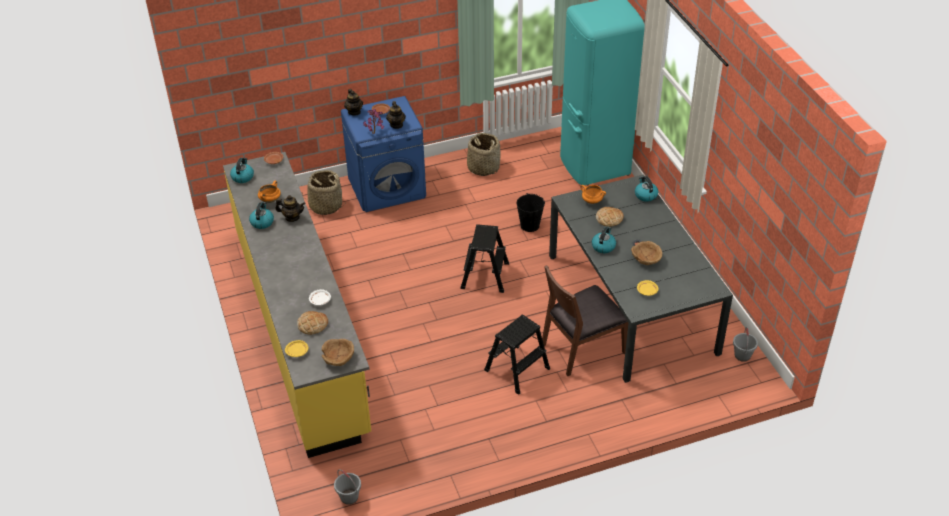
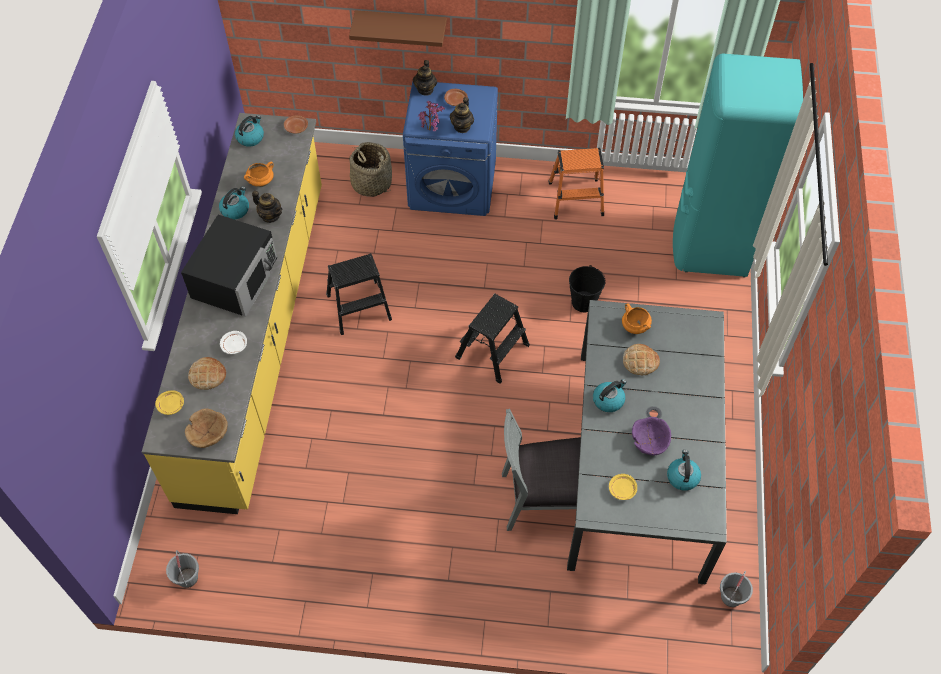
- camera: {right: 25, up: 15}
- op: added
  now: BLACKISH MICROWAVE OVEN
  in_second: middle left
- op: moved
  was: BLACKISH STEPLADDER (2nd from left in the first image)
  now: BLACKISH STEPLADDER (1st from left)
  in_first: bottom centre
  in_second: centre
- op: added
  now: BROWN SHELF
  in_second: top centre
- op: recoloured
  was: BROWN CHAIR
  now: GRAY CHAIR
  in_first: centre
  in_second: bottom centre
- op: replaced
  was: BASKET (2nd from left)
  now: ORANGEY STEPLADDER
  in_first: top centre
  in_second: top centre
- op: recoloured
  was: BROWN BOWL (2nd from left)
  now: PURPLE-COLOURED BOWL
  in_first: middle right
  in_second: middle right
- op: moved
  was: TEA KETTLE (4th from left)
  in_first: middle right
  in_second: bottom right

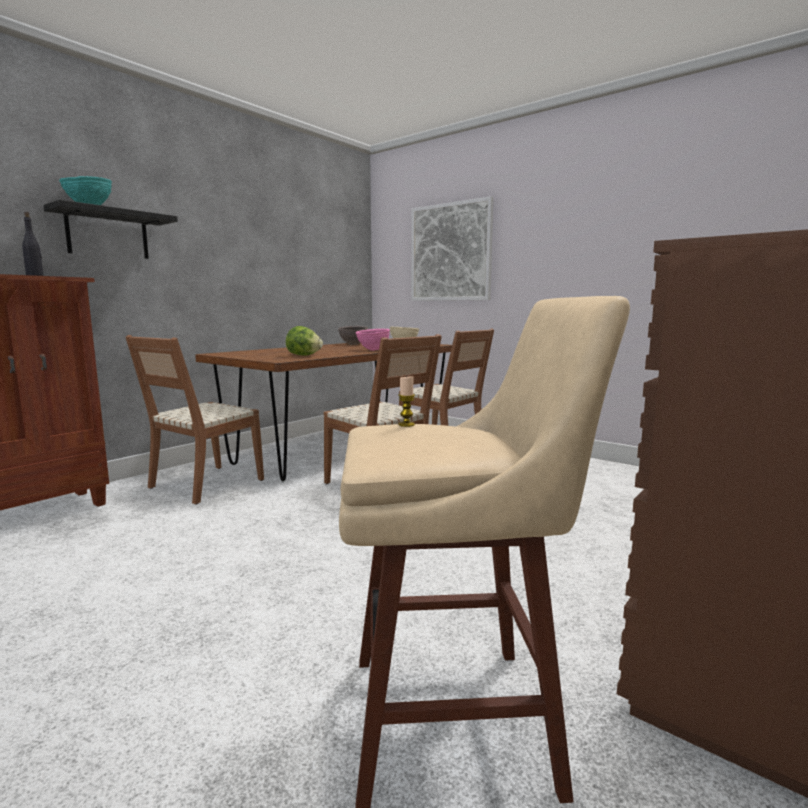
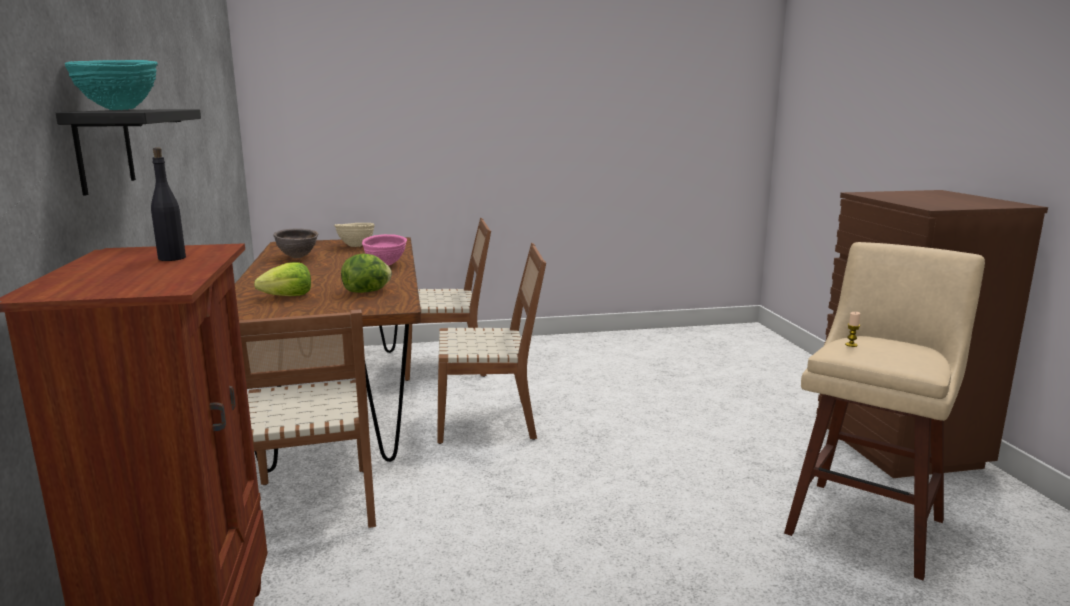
- camera: {right: -50, up: 5}
- op: added
  now: LETTUCE HEAD (1st from left)
  in_second: middle left
- op: removed
  was: PICTURE
  in_first: top centre

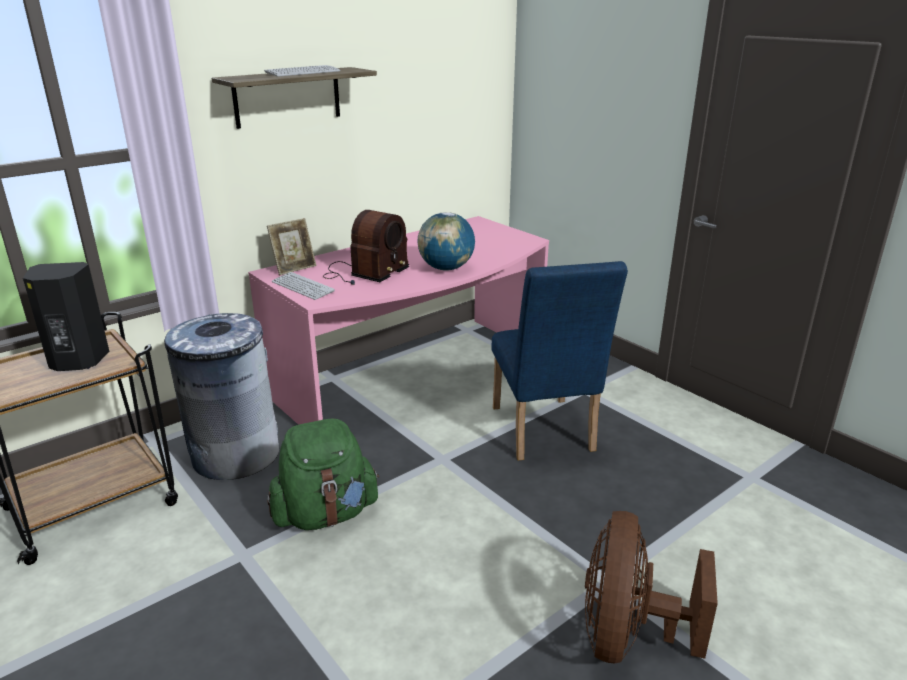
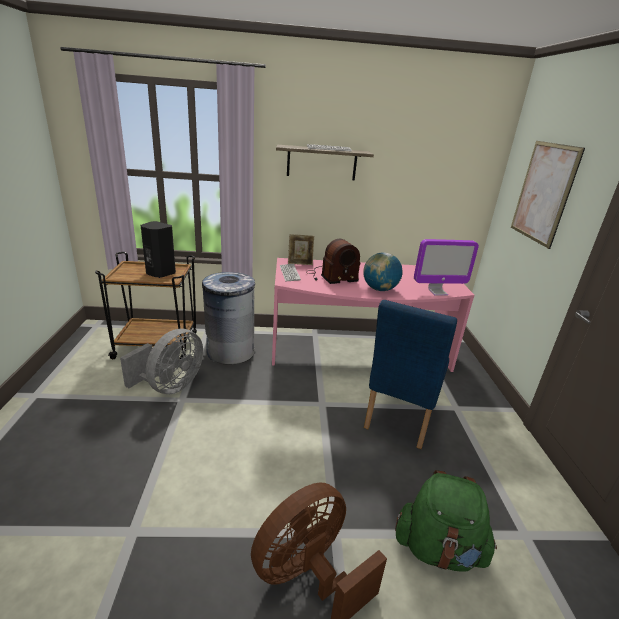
- camera: {right: 35, up: 0}
- op: added
  now: GRAY COOLING FAN
  in_second: middle left
- op: moved
  was: GREEN BACKPACK
  in_first: bottom centre
  in_second: bottom right
- op: added
  now: COMPUTER DISPLAY
  in_second: middle right
- op: added
  now: PICTURE
  in_second: top right

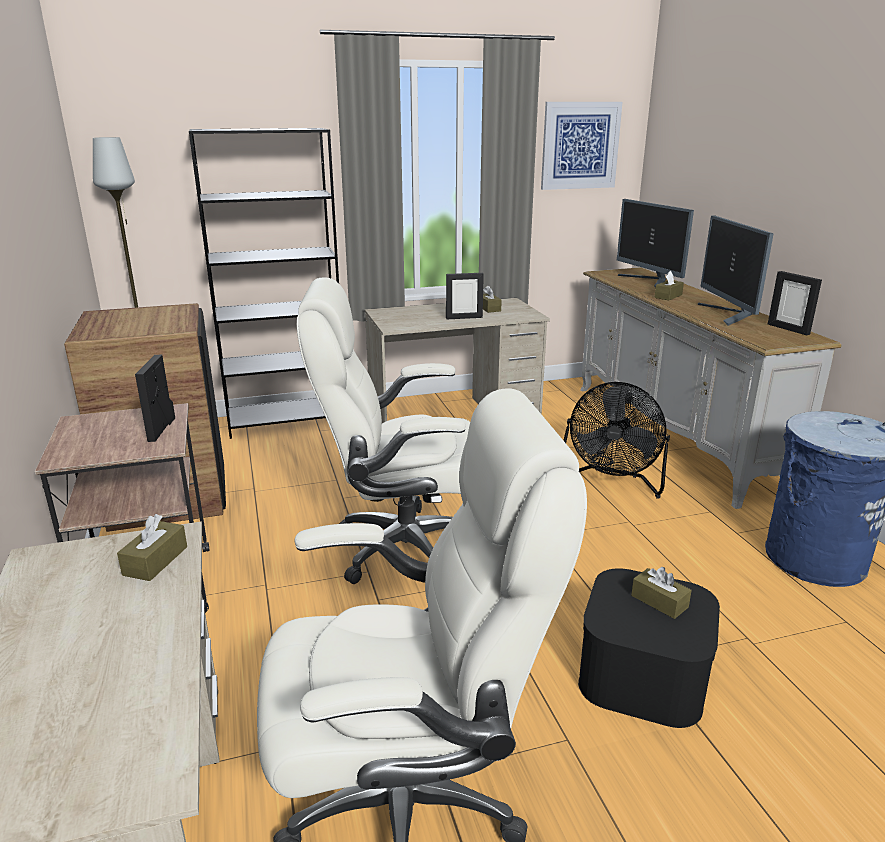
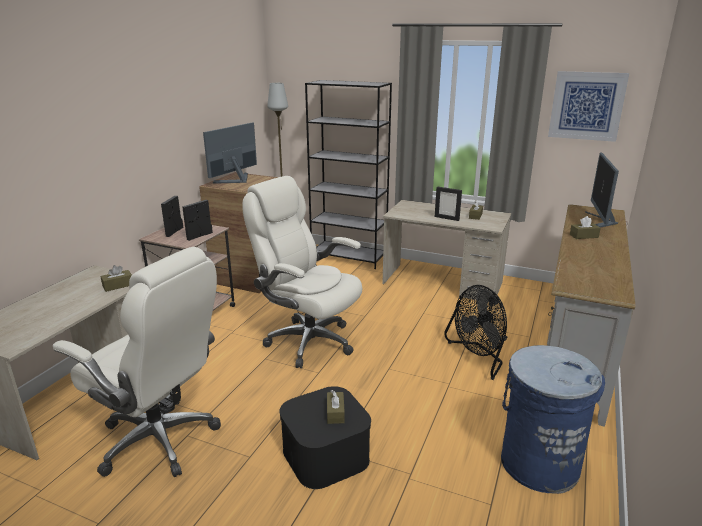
- camera: {right: 40, up: 0}
- op: moved
  was: PICTURE FRAME (3rd from left in the first image)
  now: PICTURE FRAME (1st from left)
  in_first: middle right
  in_second: middle left
- op: moved
  was: COMPUTER DISPLAY (2nd from left in the first image)
  now: COMPUTER DISPLAY (1st from left)
  in_first: top right
  in_second: top left

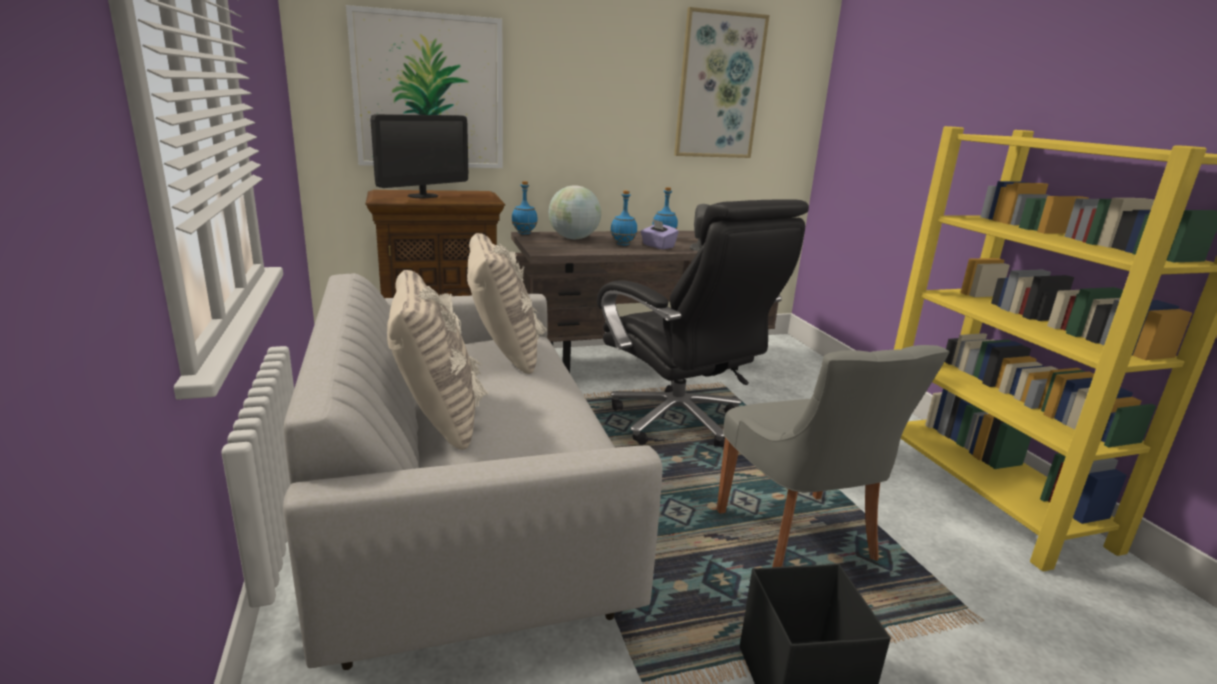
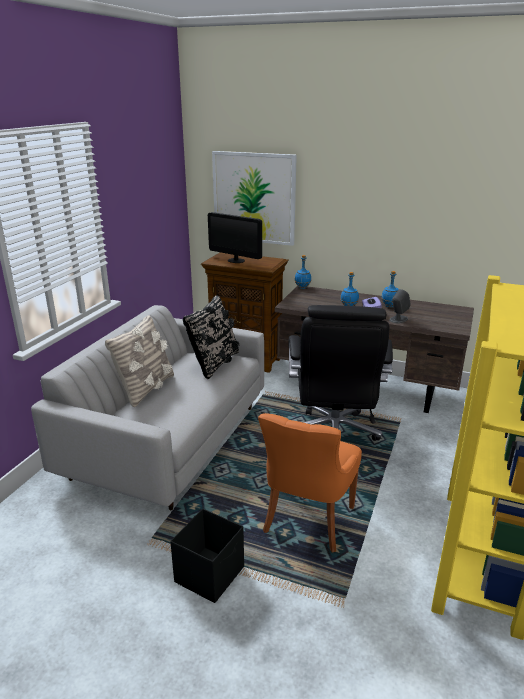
- camera: {right: 40, up: 5}
- op: recoloured
  was: BEIGE-COLOURED CUSHION (2nd from left)
  now: BLACKISH CUSHION
  in_first: centre
  in_second: centre
- op: turned
  was: COMPUTER DISPLAY
  in_first: top centre
  in_second: centre
  clockwise: 45
- op: recoloured
  was: GRAY CHAIR
  now: ORANGEY CHAIR
  in_first: bottom right
  in_second: bottom centre
- op: removed
  was: GLOBE
  in_first: top centre
- op: removed
  was: PICTURE (2nd from left)
  in_first: top centre

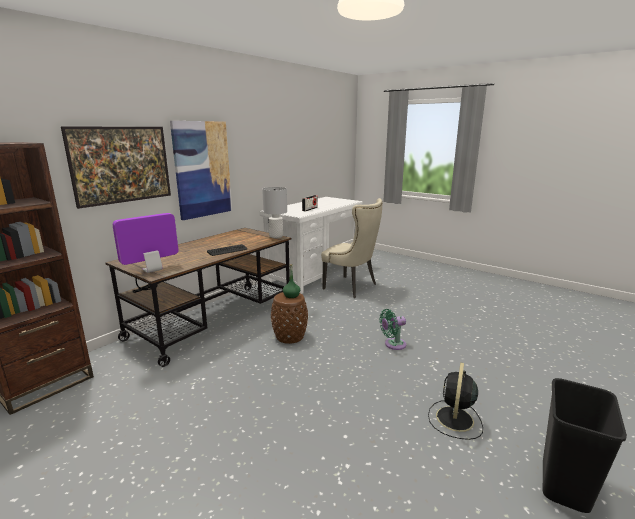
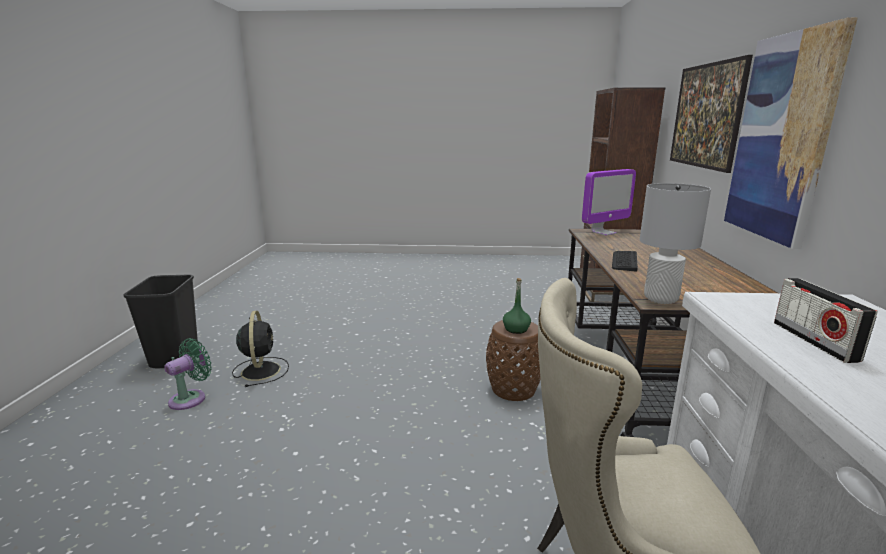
- camera: {right: 145, up: 0}
- op: moved
  was: GREEN COOLING FAN
  in_first: centre
  in_second: bottom left
- op: turned
  was: COMPUTER DISPLAY
  in_first: middle left
  in_second: middle right
  clockwise: 45

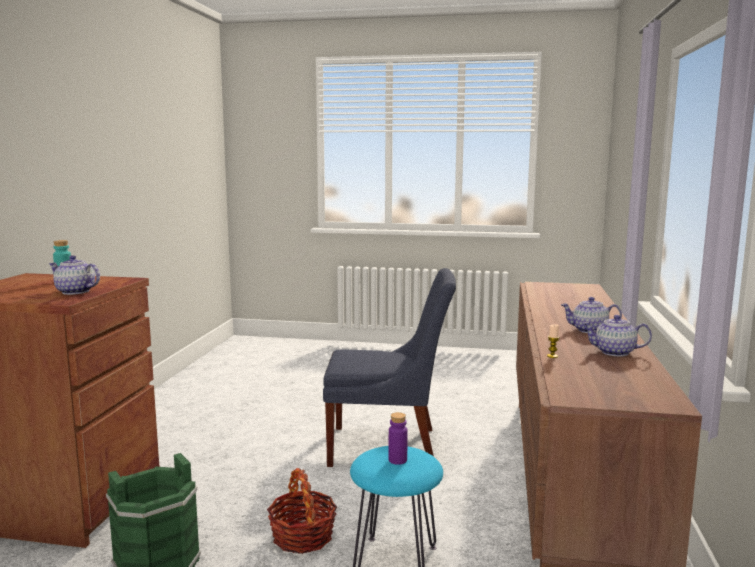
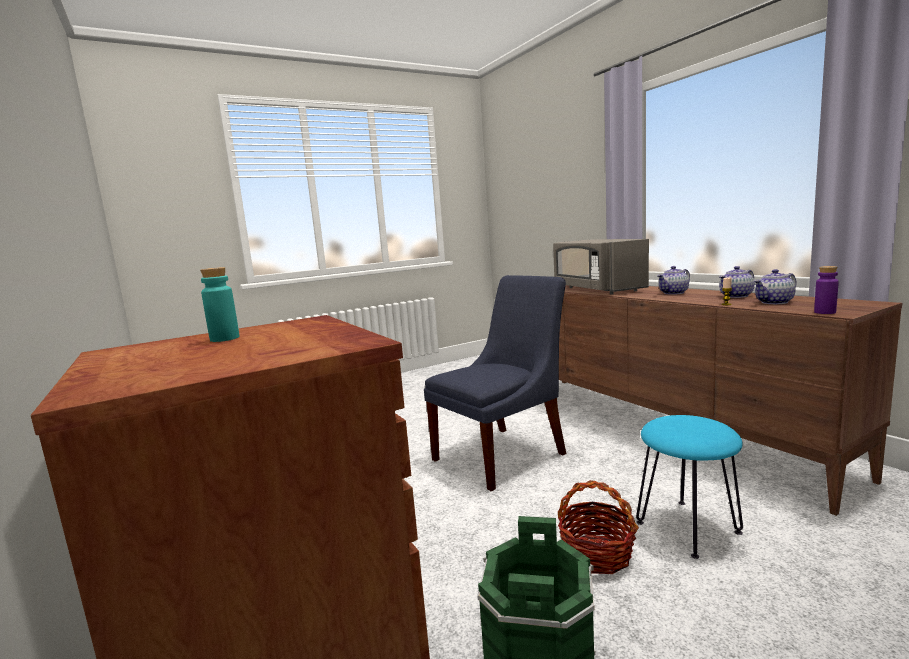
- camera: {right: -40, up: 0}
- op: added
  now: GRAY MICROWAVE OVEN
  in_second: centre
- op: moved
  was: TEAPOT (1st from left in the first image)
  now: TEAPOT (3rd from left)
  in_first: middle left
  in_second: middle right
- op: moved
  was: PURPLE-COLOURED BOTTLE
  in_first: bottom centre
  in_second: middle right

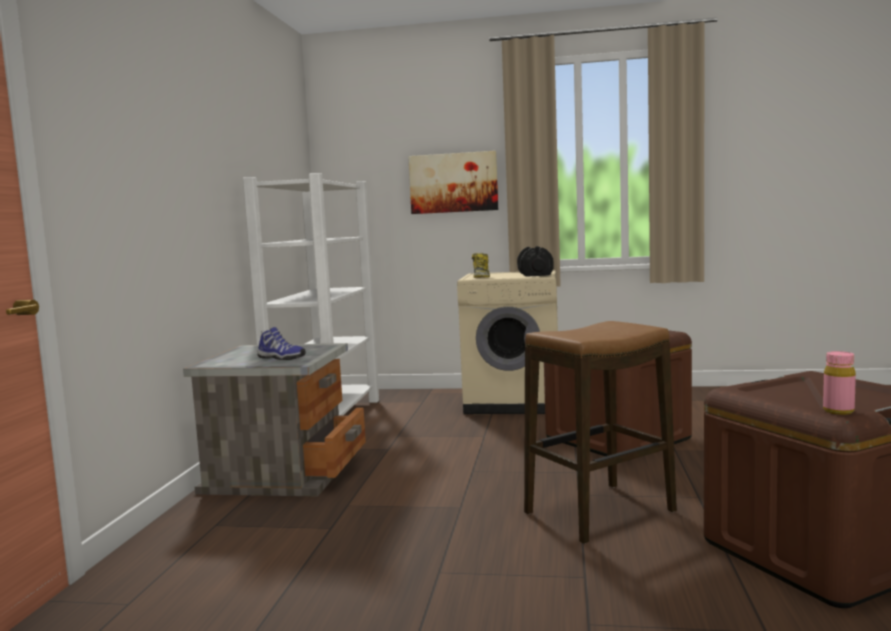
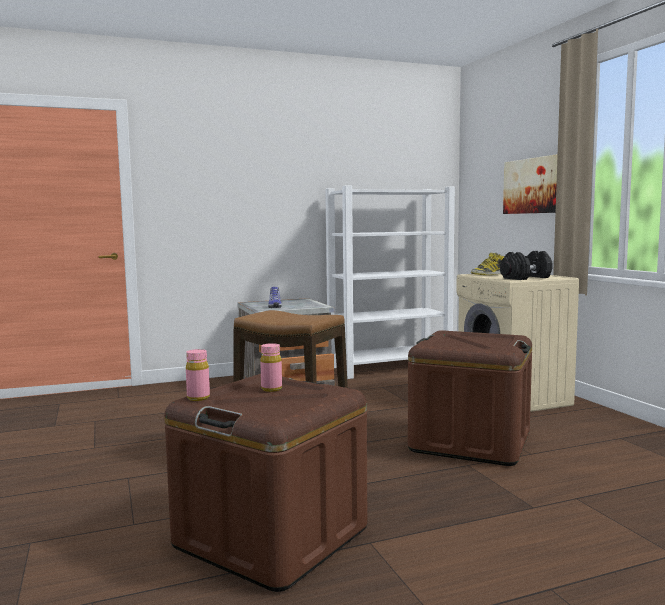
- camera: {right: 60, up: 0}
- op: added
  now: PINKISH BOTTLE (2nd from left)
  in_second: centre

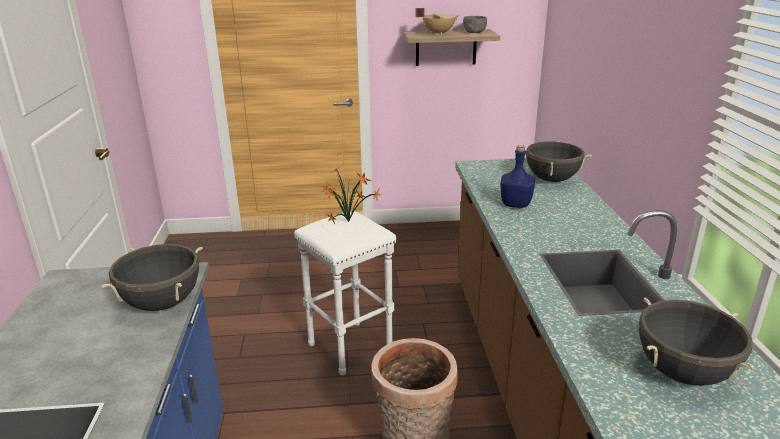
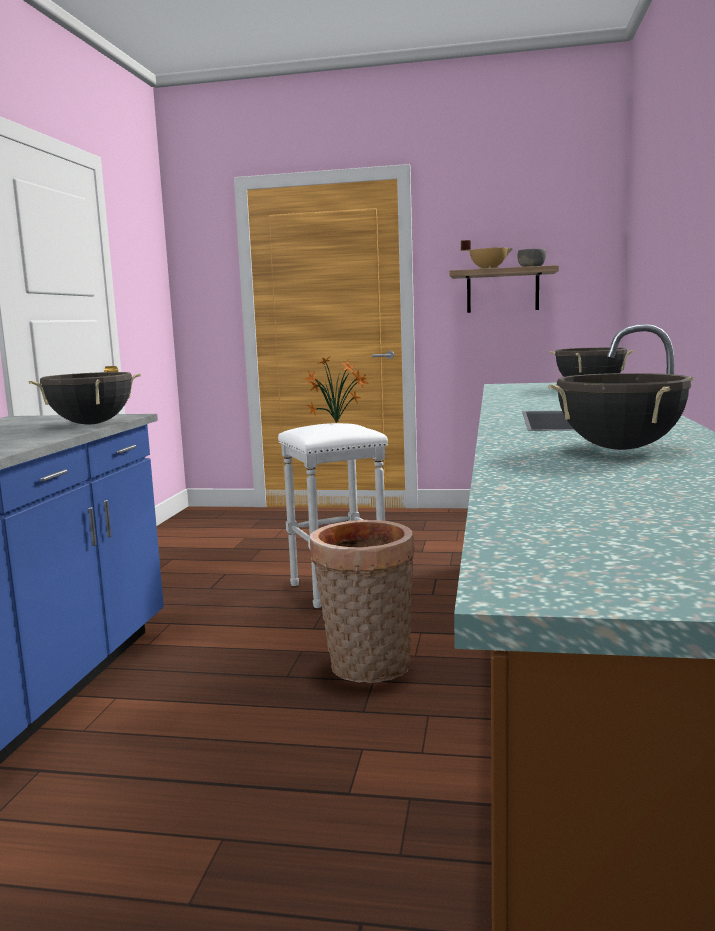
- camera: {right: 15, up: -15}
- op: removed
  was: BLUE-COLOURED BOTTLE
  in_first: centre

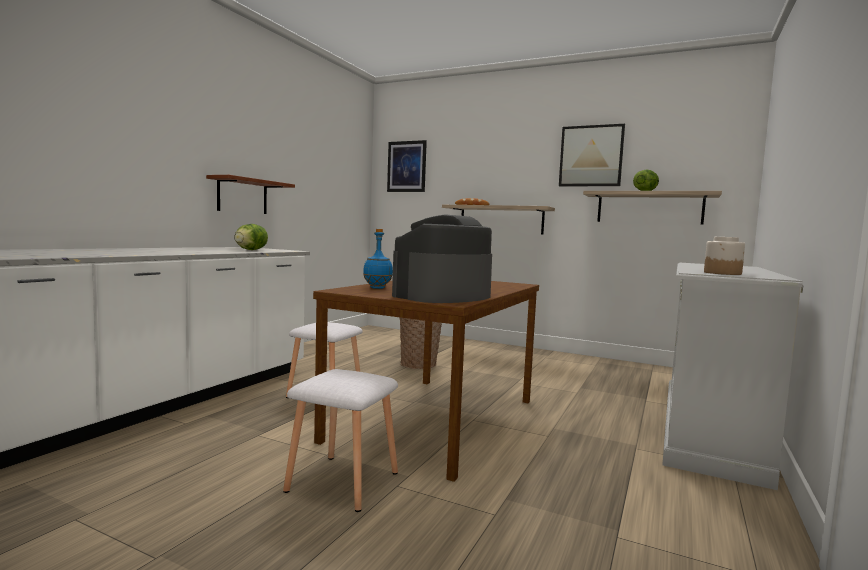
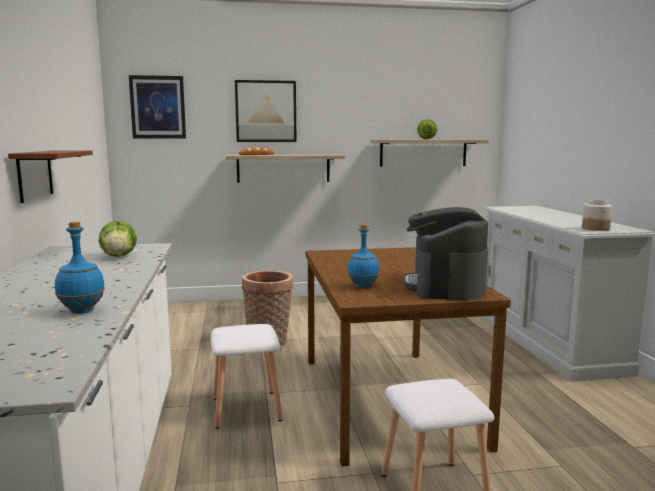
- camera: {right: -35, up: 5}
- op: added
  now: BLUE-COLOURED BOTTLE (1st from left)
  in_second: middle left
- op: moved
  was: PICTURE (2nd from left)
  in_first: top right
  in_second: top centre

